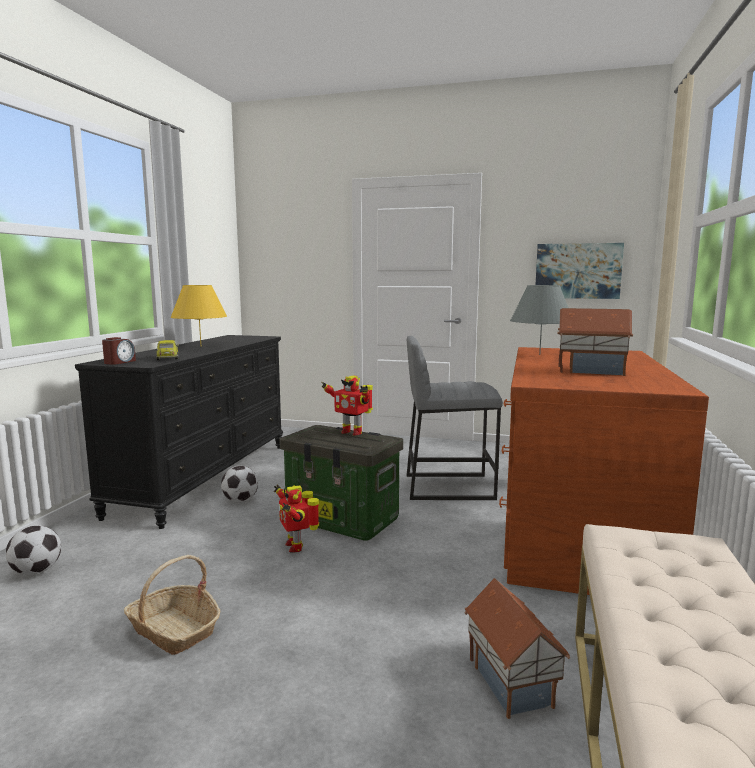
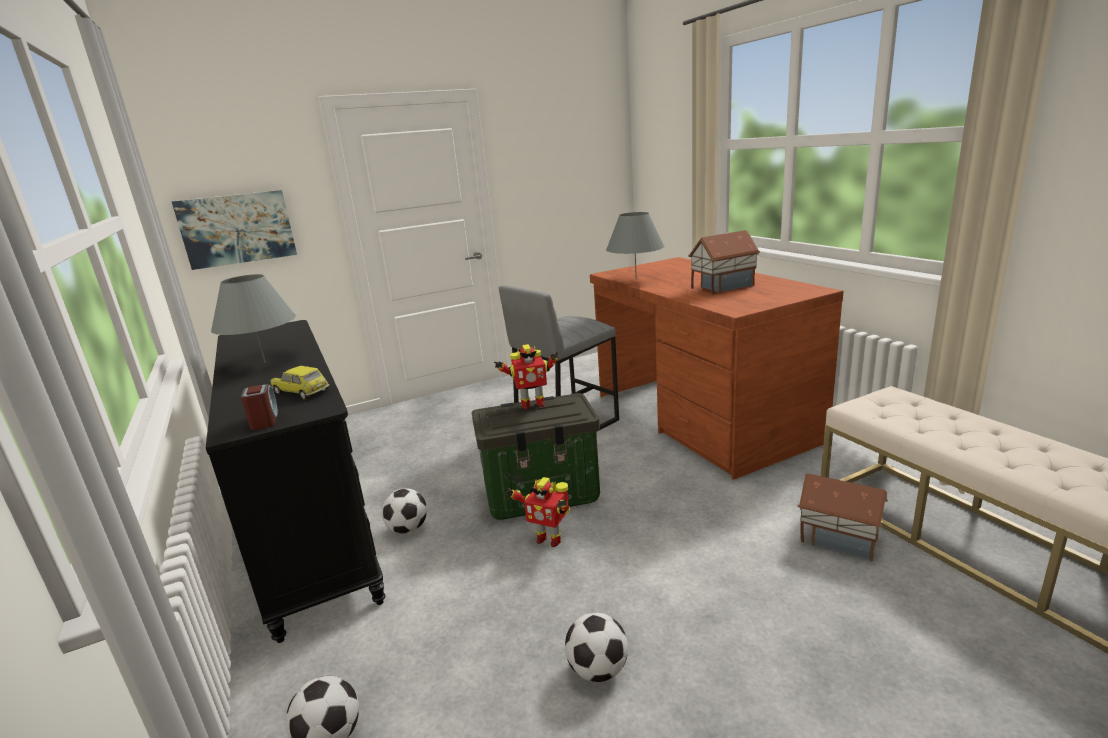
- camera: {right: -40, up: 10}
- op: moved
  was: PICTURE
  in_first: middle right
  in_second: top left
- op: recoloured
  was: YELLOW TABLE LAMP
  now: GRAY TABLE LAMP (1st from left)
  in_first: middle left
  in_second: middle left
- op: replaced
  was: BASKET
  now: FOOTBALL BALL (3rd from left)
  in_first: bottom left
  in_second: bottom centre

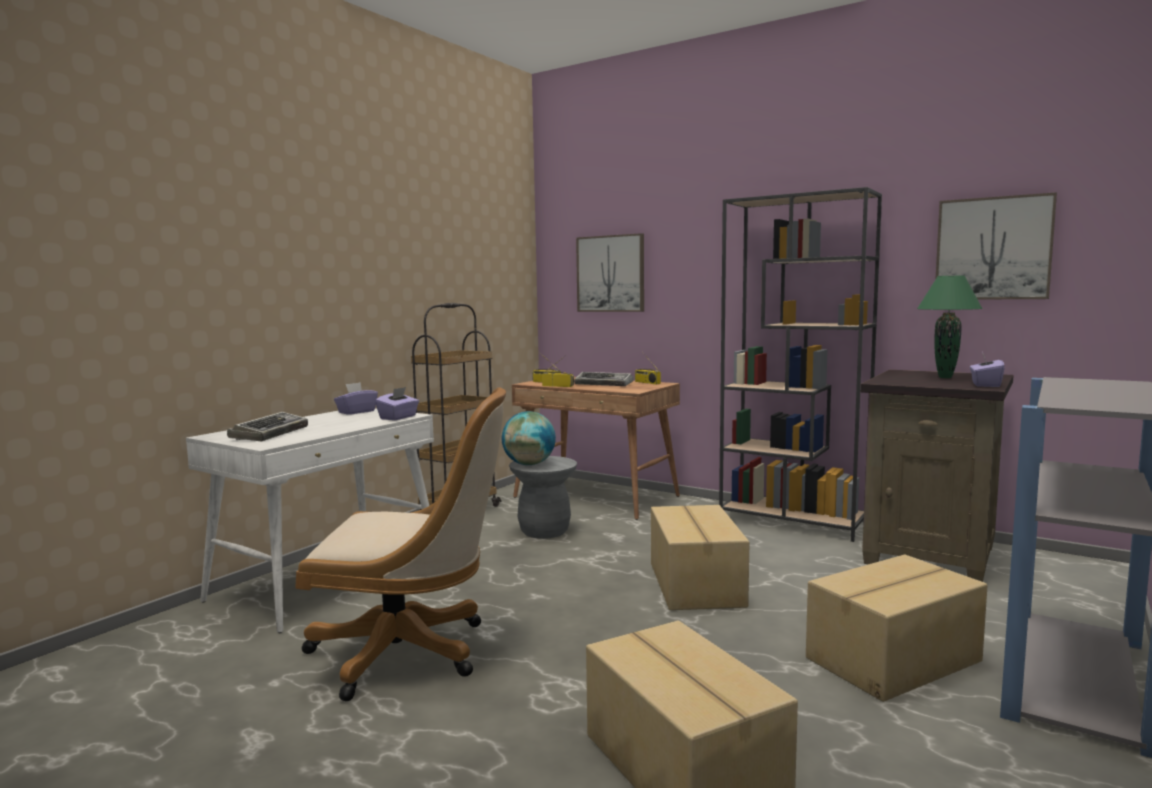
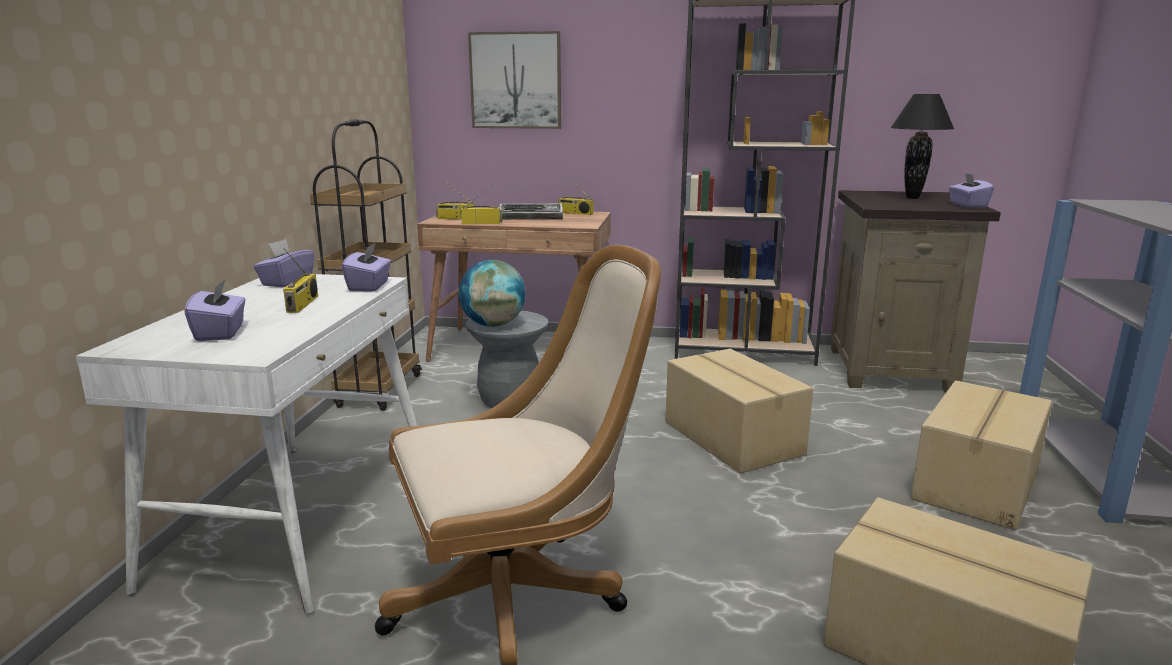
- camera: {right: -25, up: 10}
- op: replaced
  was: KEYBOARD (1st from left)
  now: PURPLE-COLOURED TISSUE BOX (1st from left)
  in_first: middle left
  in_second: middle left
- op: added
  now: RADIO (1st from left)
  in_second: middle left
- op: recoloured
  was: GREEN TABLE LAMP
  now: BLACKISH TABLE LAMP
  in_first: middle right
  in_second: top right
- op: removed
  was: PICTURE (2nd from left)
  in_first: top right

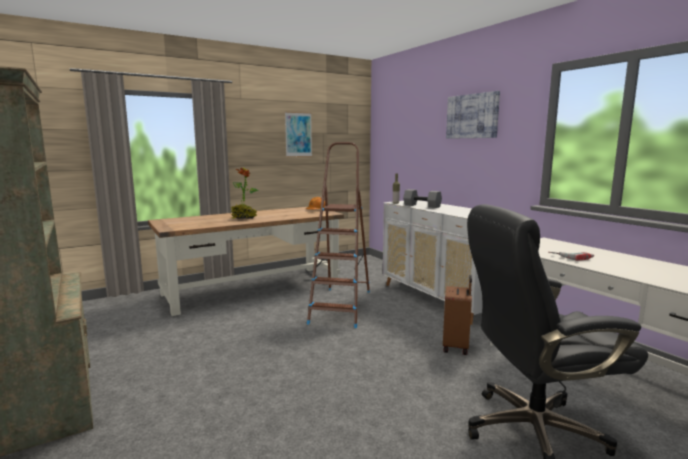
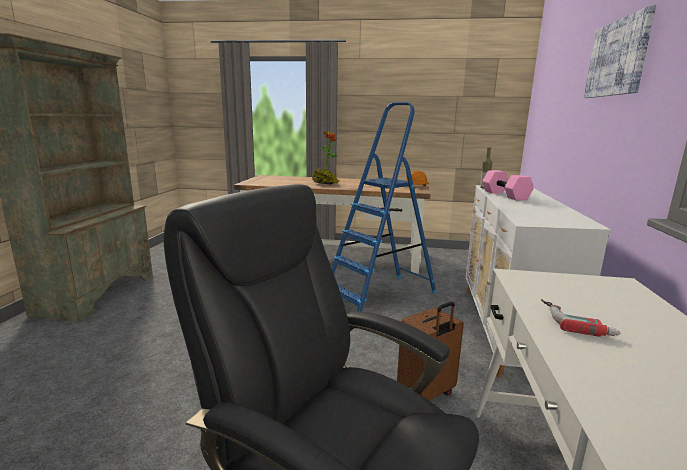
- camera: {right: 40, up: 5}
- op: recoloured
  was: BROWN STEPLADDER
  now: BLUE-COLOURED STEPLADDER
  in_first: centre
  in_second: centre
- op: recoloured
  was: GRAY FREE WEIGHT
  now: PINKISH FREE WEIGHT
  in_first: centre
  in_second: middle right
- op: removed
  was: PICTURE (1st from left)
  in_first: top centre

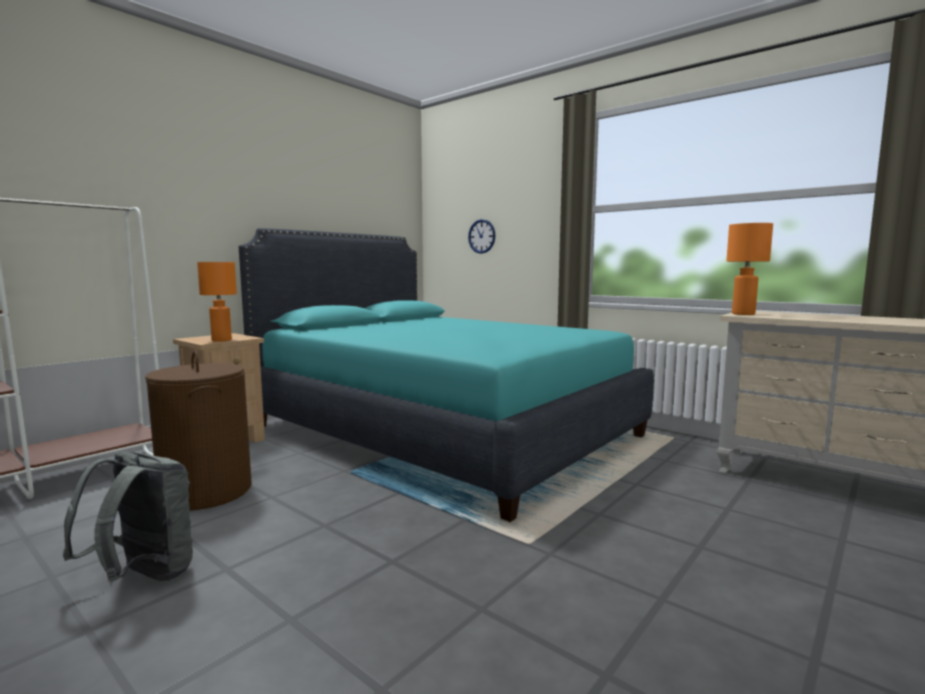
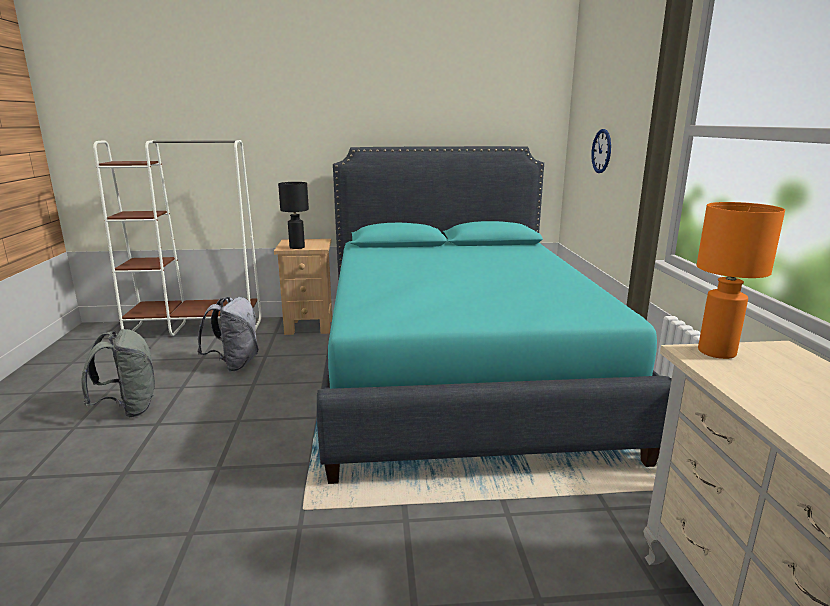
- camera: {right: 45, up: 10}
- op: replaced
  was: BROWN LAUNDRY BASKET
  now: GRAY BACKPACK (2nd from left)
  in_first: middle left
  in_second: middle left
- op: recoloured
  was: ORANGEY TABLE LAMP (1st from left)
  now: BLACKISH TABLE LAMP
  in_first: middle left
  in_second: centre

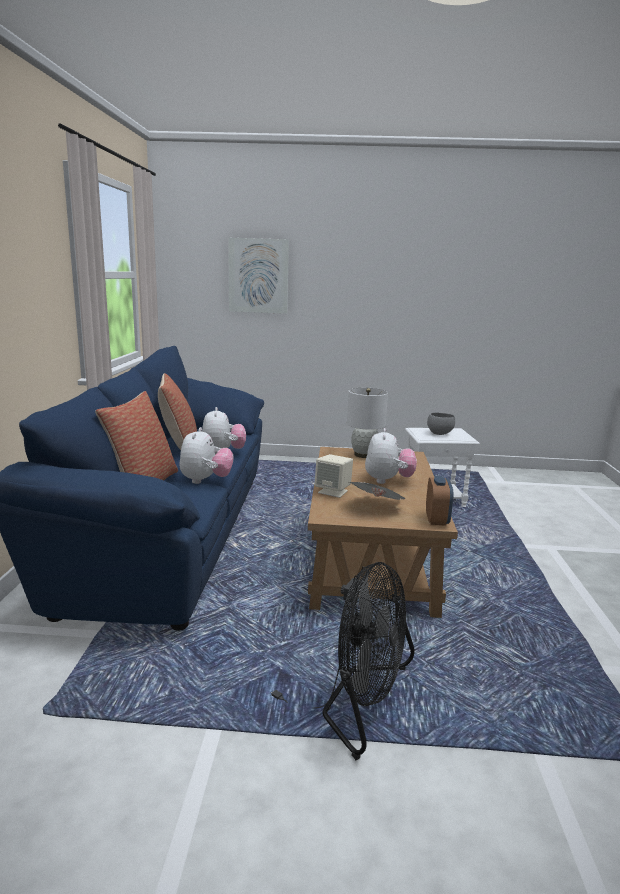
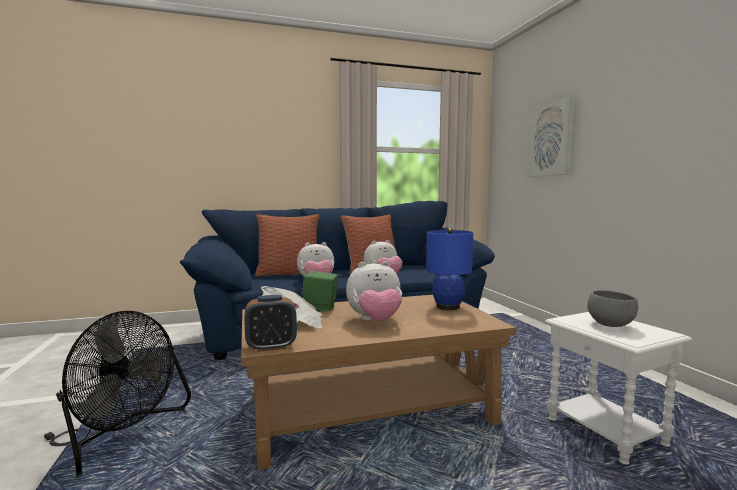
- camera: {right: 70, up: -10}
- op: turned
  was: BLACKISH COOLING FAN
  in_first: bottom centre
  in_second: bottom left
  clockwise: -75
- op: recoloured
  was: BEIGE-COLOURED LOUDSPEAKER
  now: GREEN LOUDSPEAKER
  in_first: centre
  in_second: centre
- op: recoloured
  was: WHITE-COLOURED TABLE LAMP
  now: BLUE-COLOURED TABLE LAMP
  in_first: centre
  in_second: centre

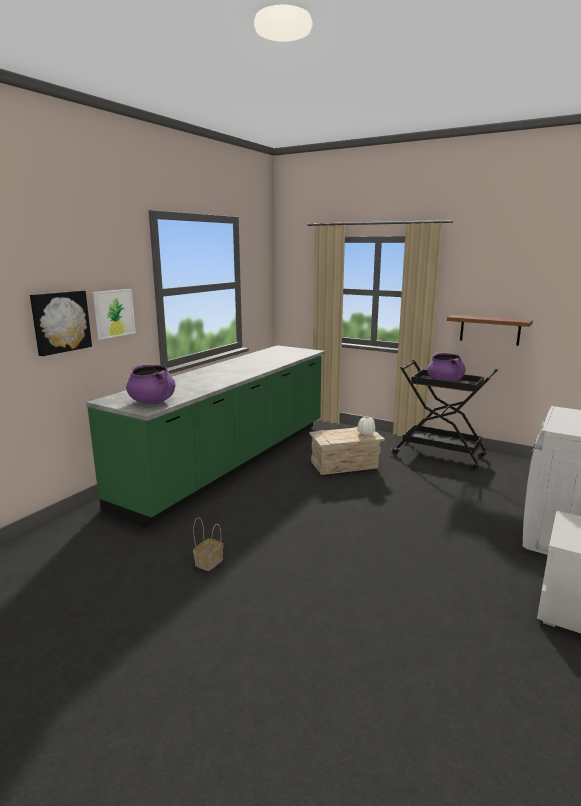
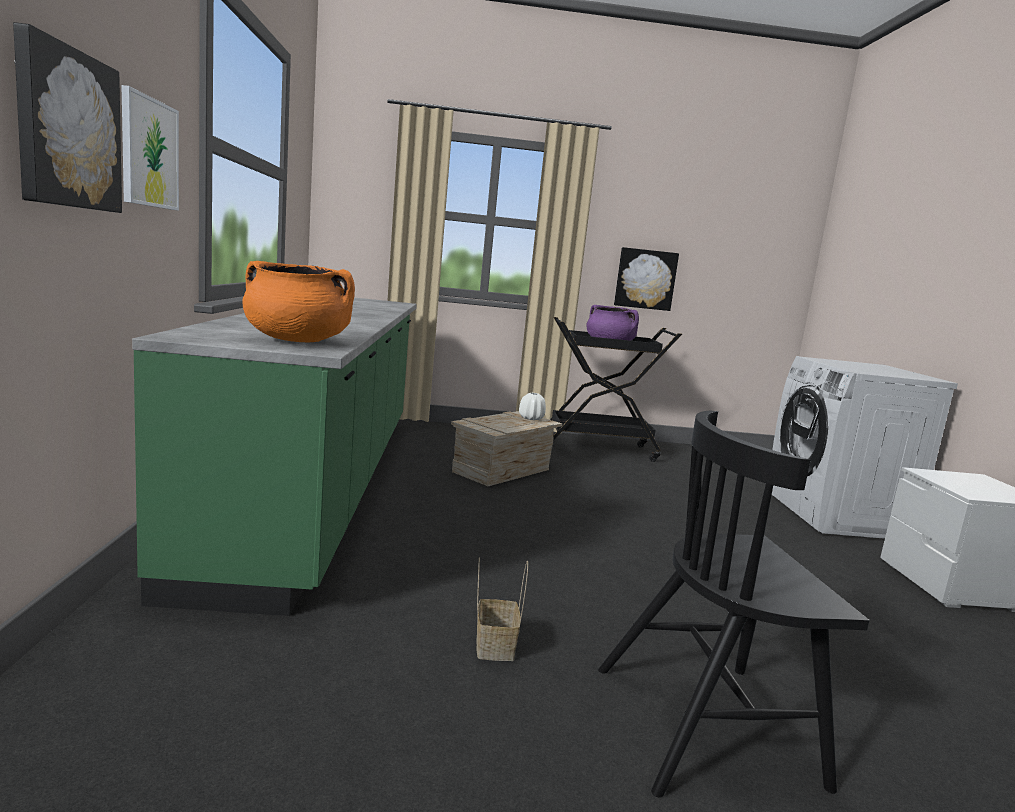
- camera: {right: -35, up: -5}
- op: recoloured
  was: PURPLE-COLOURED SAUCEPOT (1st from left)
  now: ORANGEY SAUCEPOT
  in_first: middle left
  in_second: middle left
- op: added
  now: BLACKISH CHAIR
  in_second: bottom right
- op: replaced
  was: BROWN SHELF
  now: PICTURE (3rd from left)
  in_first: middle right
  in_second: centre

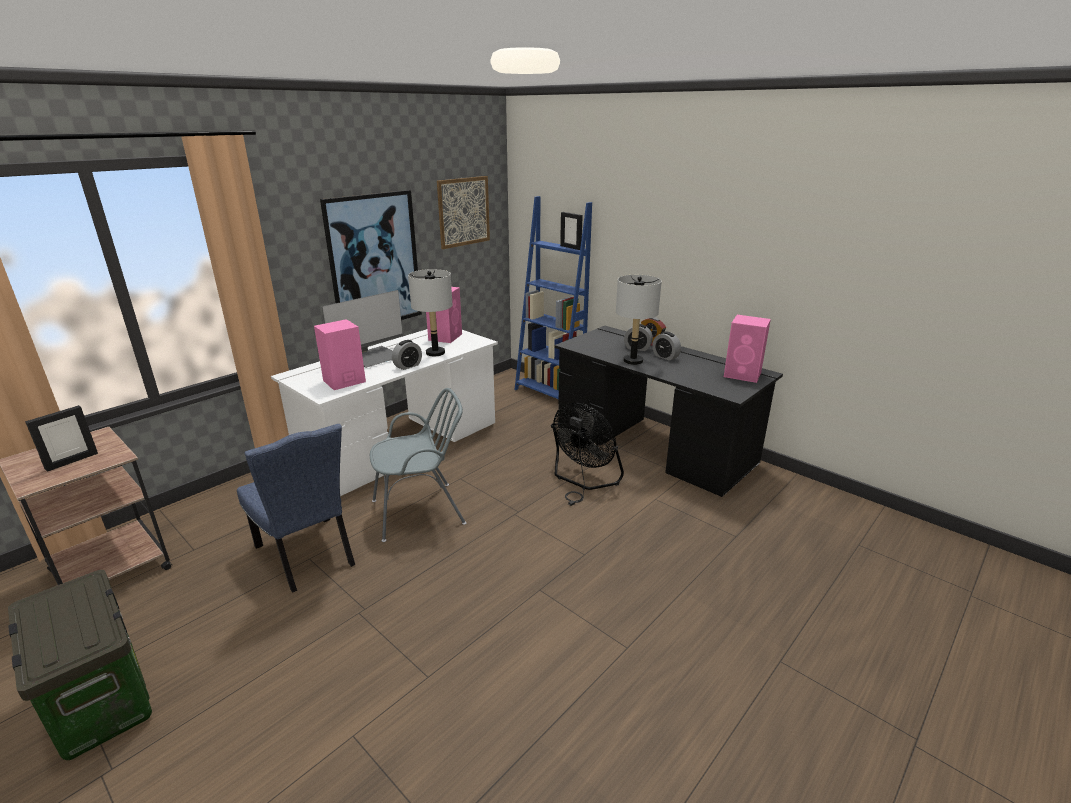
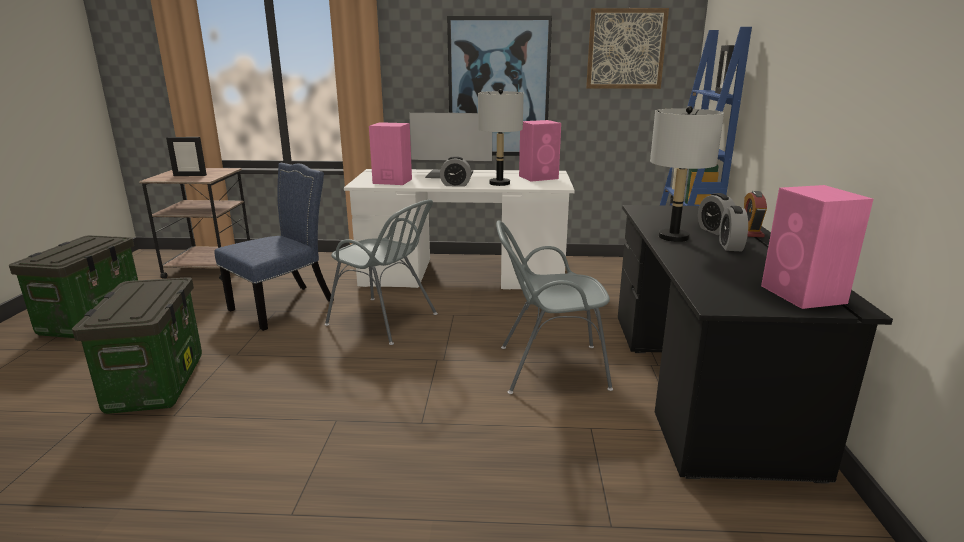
- camera: {right: 50, up: -5}
- op: added
  now: STORAGE BIN (2nd from left)
  in_second: middle left
- op: turned
  was: BLUE-COLOURED CHAIR
  in_first: middle left
  in_second: middle left
  clockwise: -150
- op: replaced
  was: BLACKISH COOLING FAN
  now: GRAY CHAIR (2nd from left)
  in_first: centre
  in_second: centre

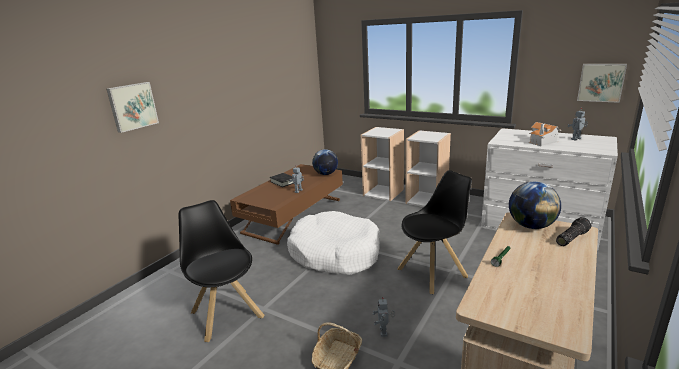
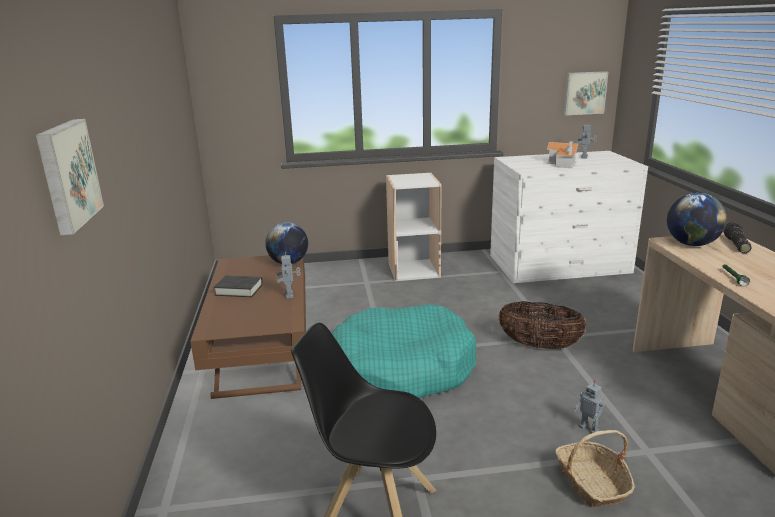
- camera: {right: -40, up: 0}
- op: recoloured
  was: WHITE-COLOURED DOG CUSHION
  now: TURQUOISE DOG CUSHION
  in_first: centre
  in_second: bottom centre
- op: replaced
  was: BLACKISH CHAIR (2nd from left)
  now: BASKET (1st from left)
  in_first: centre
  in_second: middle right
- op: removed
  was: BOOKSHELF (1st from left)
  in_first: centre

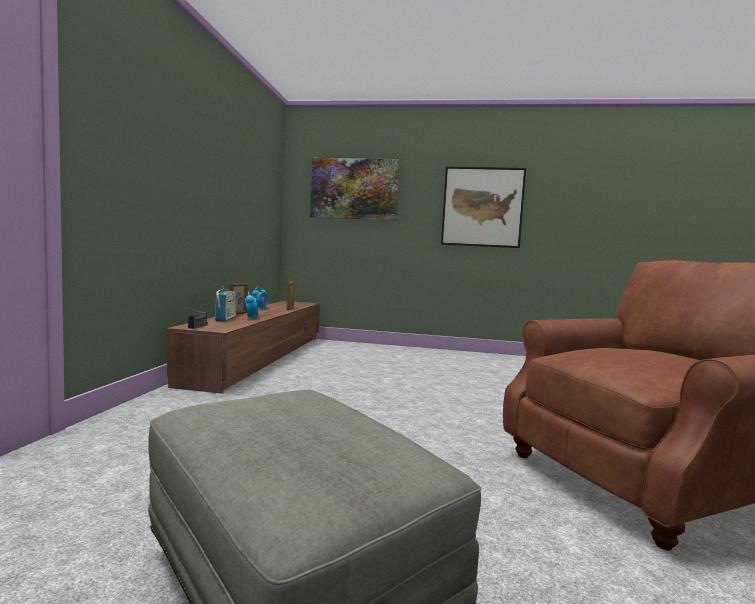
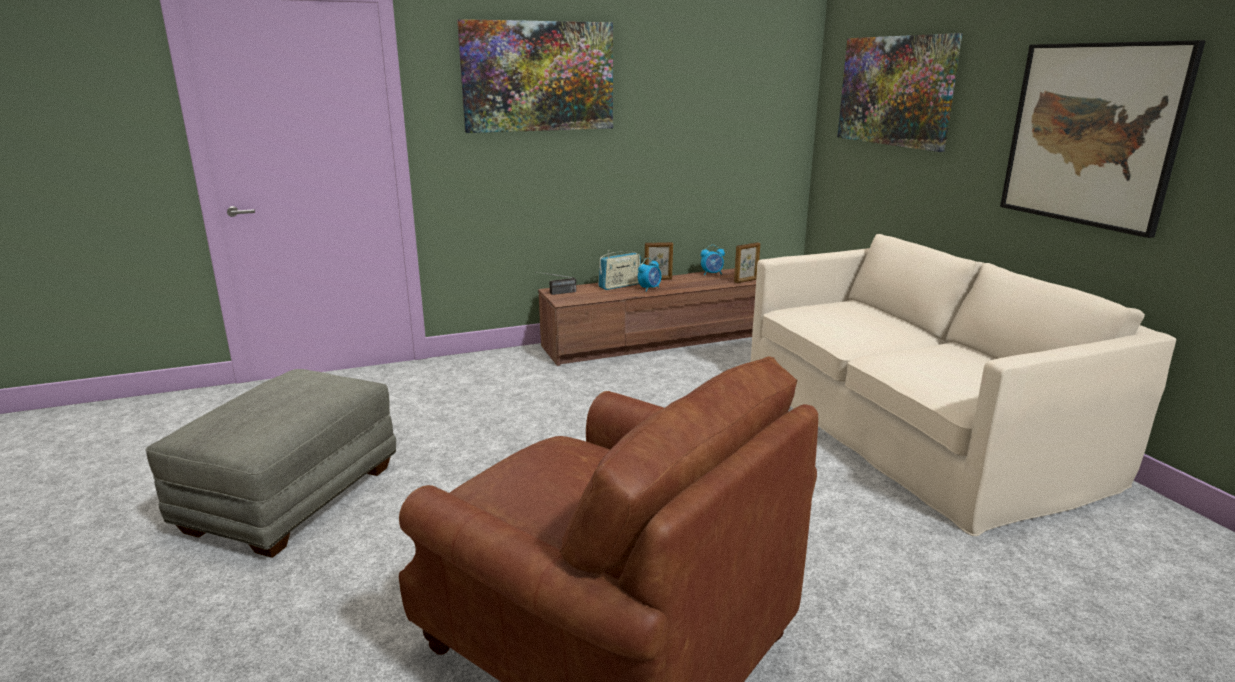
- camera: {right: 60, up: 15}
- op: added
  now: PICTURE (1st from left)
  in_second: top centre
- op: added
  now: BEIGE-COLOURED SOFA
  in_second: middle right

